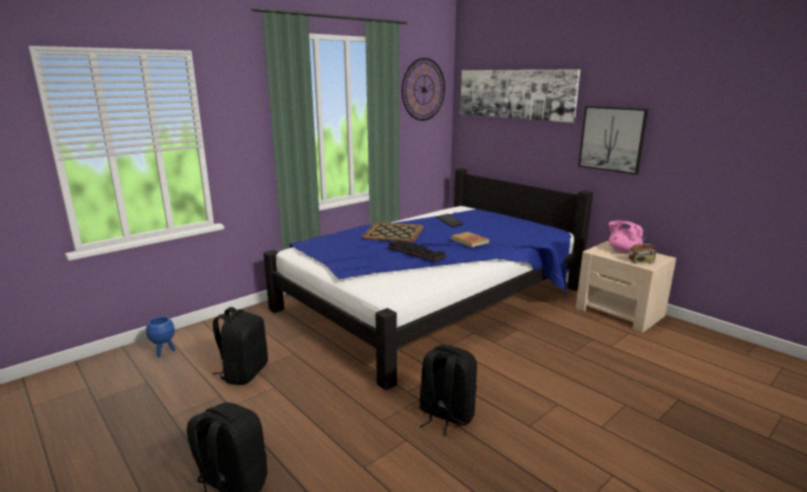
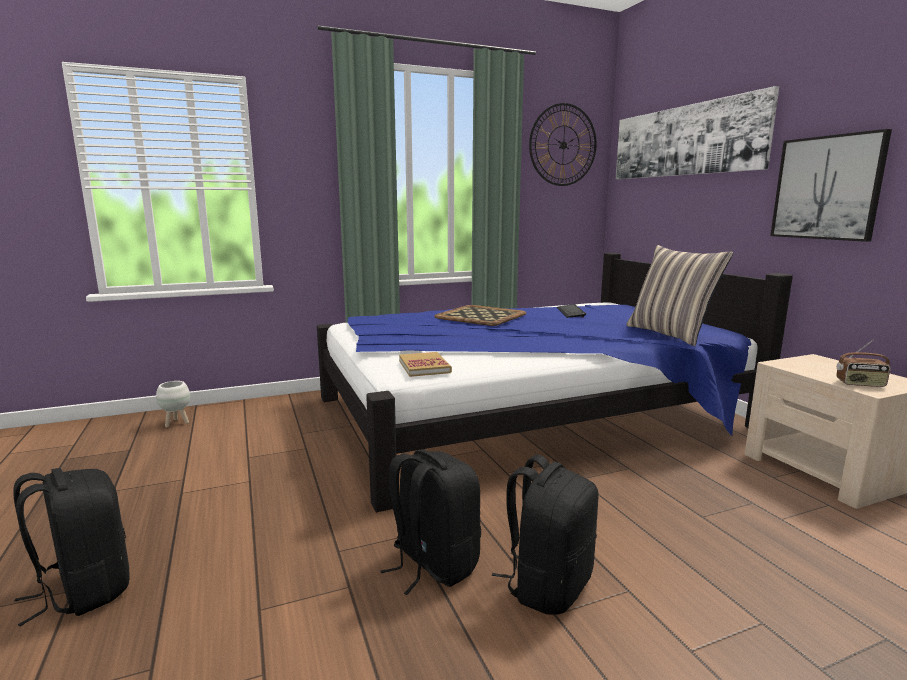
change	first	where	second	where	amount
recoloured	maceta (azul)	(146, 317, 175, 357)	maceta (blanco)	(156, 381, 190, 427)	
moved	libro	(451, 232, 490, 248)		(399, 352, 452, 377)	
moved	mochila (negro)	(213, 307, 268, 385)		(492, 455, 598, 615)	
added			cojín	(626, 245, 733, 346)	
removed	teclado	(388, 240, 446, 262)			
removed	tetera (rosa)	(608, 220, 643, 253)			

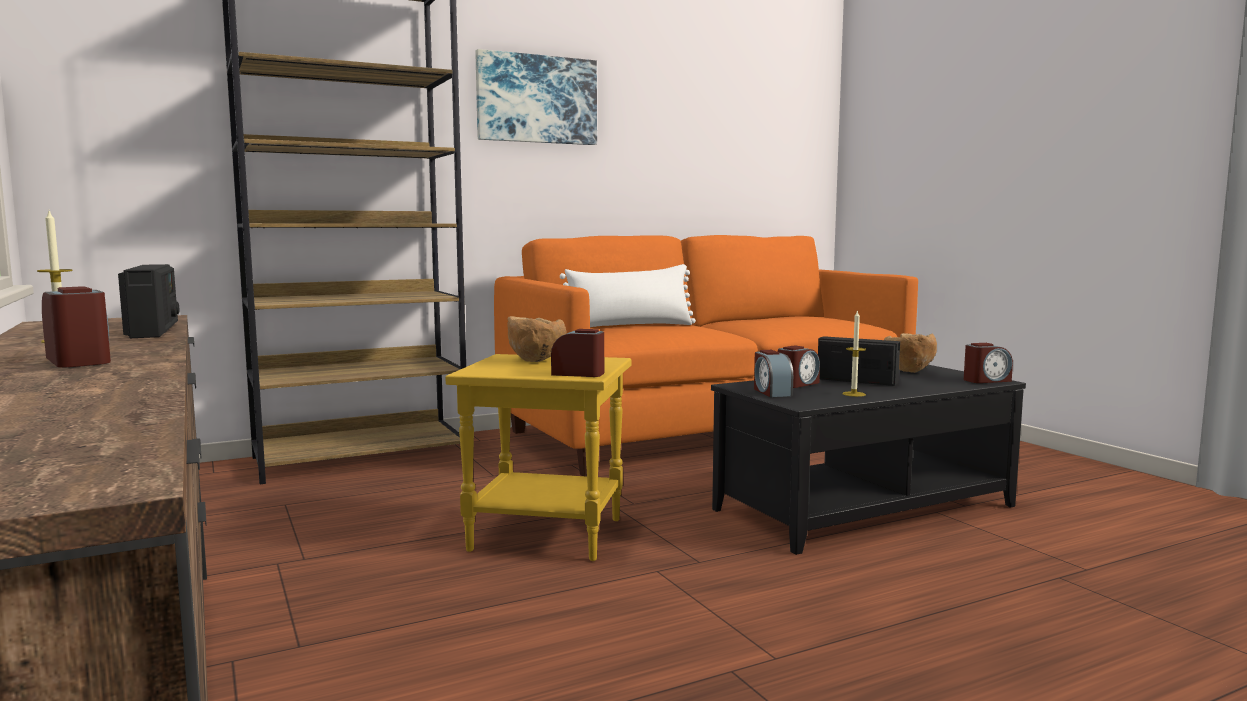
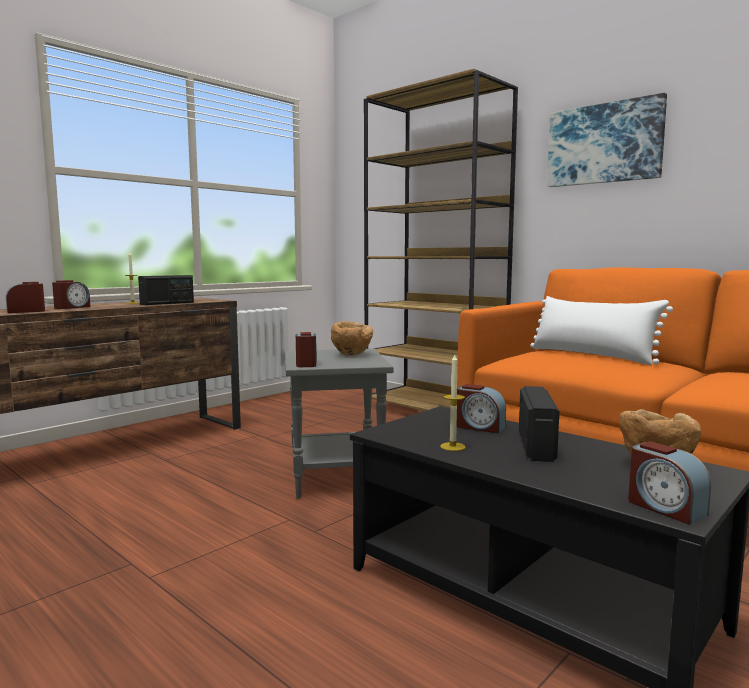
change	first	where	second	where	amount
moved	despertador	(754, 350, 793, 397)		(6, 282, 45, 313)	
recoloured	mesa auxiliar (amarillo)	(445, 354, 631, 561)	mesa auxiliar (gris)	(285, 349, 393, 498)	

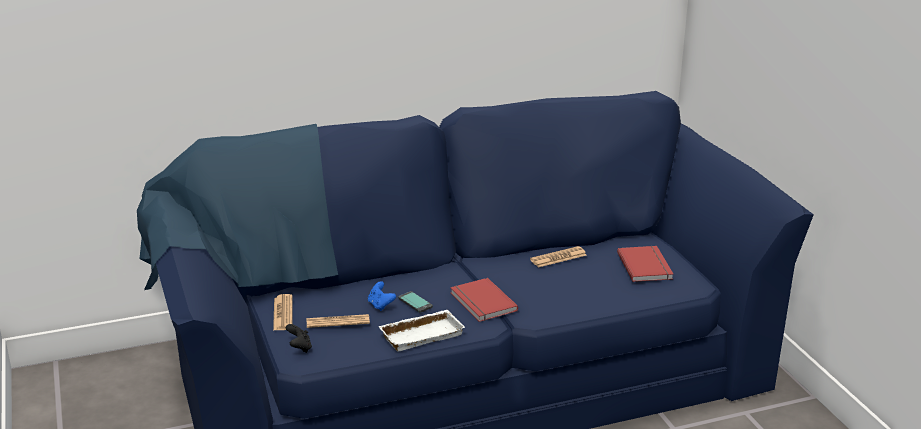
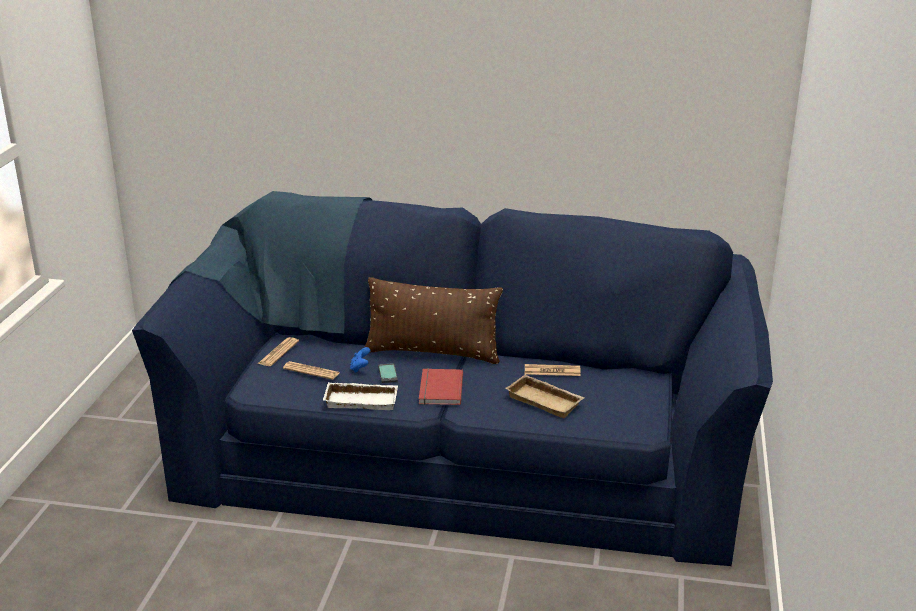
change	first	where	second	where	amount
added			cojín (marrón)	(364, 277, 503, 364)	
added			bandeja (beis)	(505, 375, 585, 418)	
removed	mando de consola (negro)	(286, 324, 312, 353)			
removed	libro (rojo)	(617, 246, 673, 282)			

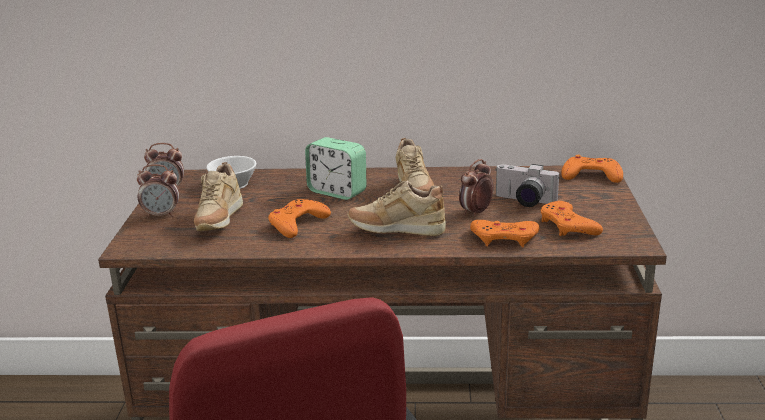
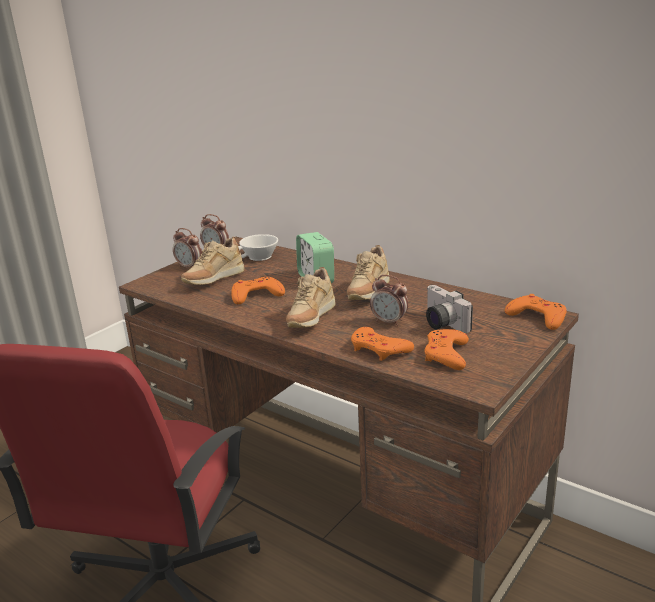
change	first	where	second	where	amount
turned	zapato (beis)	(347, 180, 446, 236)		(286, 267, 335, 328)	105 degrees counterclockwise
turned	despertador	(459, 159, 494, 217)		(370, 275, 408, 326)	135 degrees counterclockwise

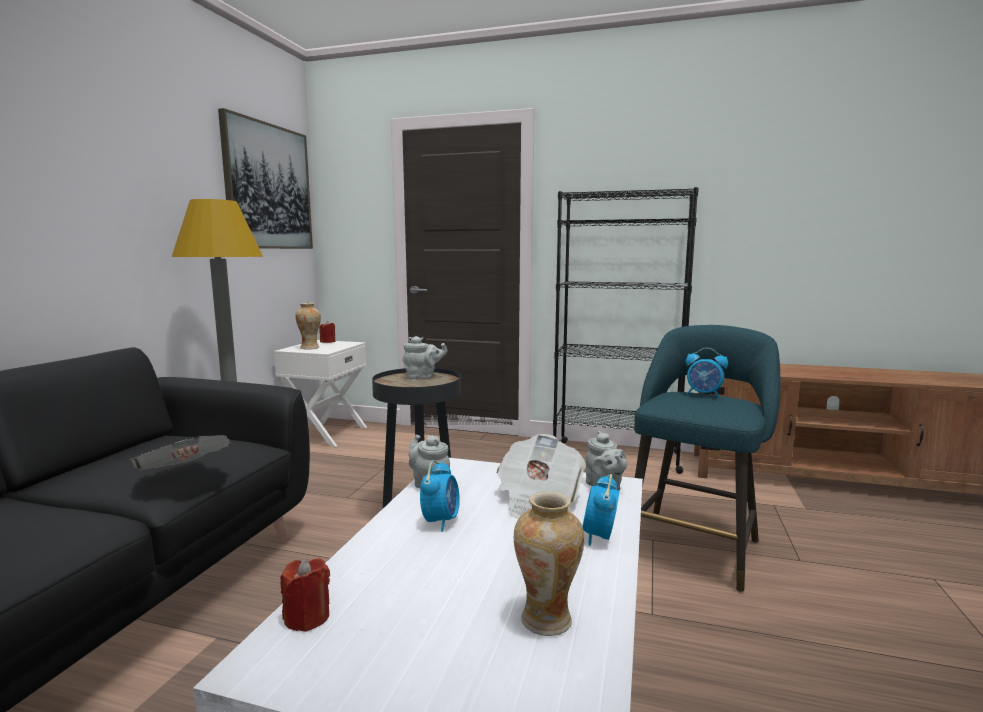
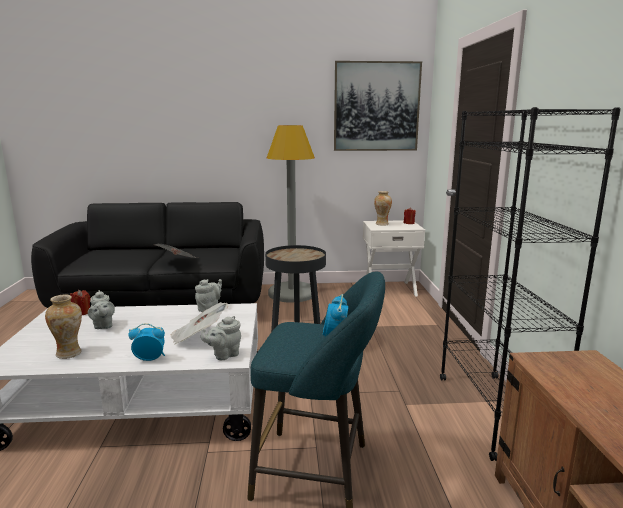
change	first	where	second	where	amount
moved	tetera (gris)	(402, 336, 447, 379)		(88, 290, 115, 329)	
removed	despertador	(420, 460, 460, 532)			

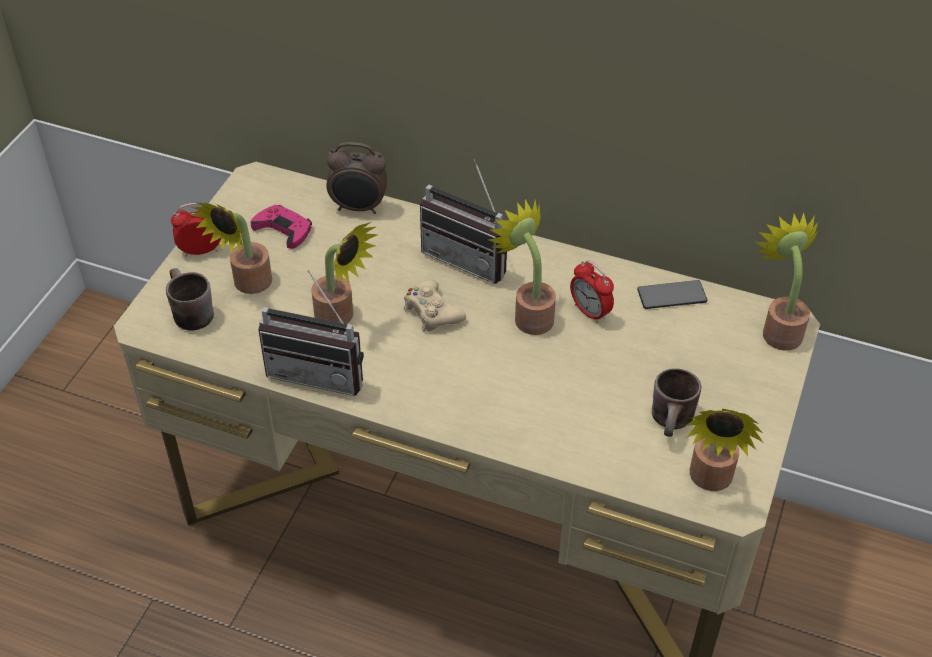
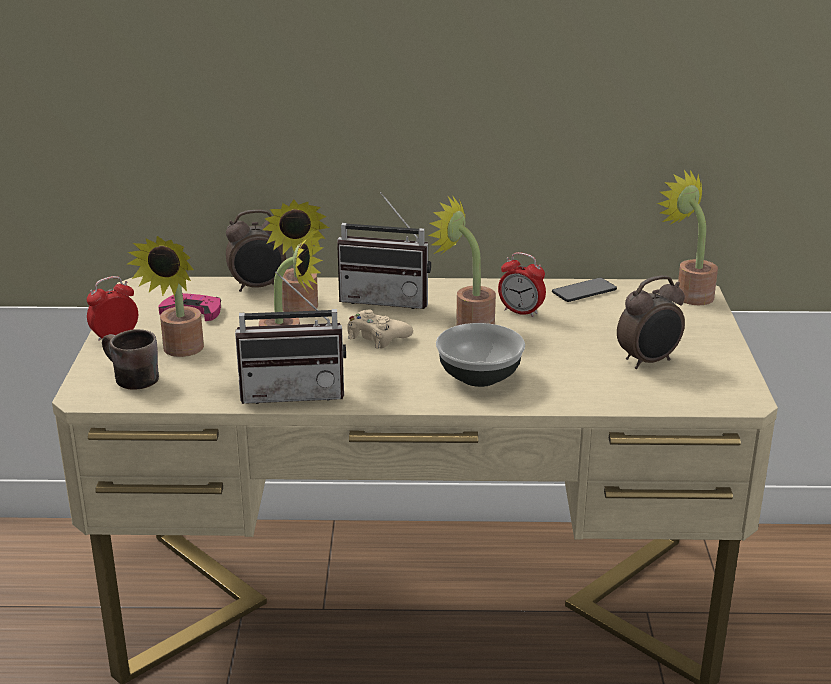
change	first	where	second	where	amount
moved	planta en maceta	(684, 409, 764, 491)		(263, 200, 329, 312)	
added			cuenco	(436, 323, 525, 387)	
replaced	taza grande (marrón)	(652, 368, 701, 437)	despertador	(617, 275, 685, 369)	

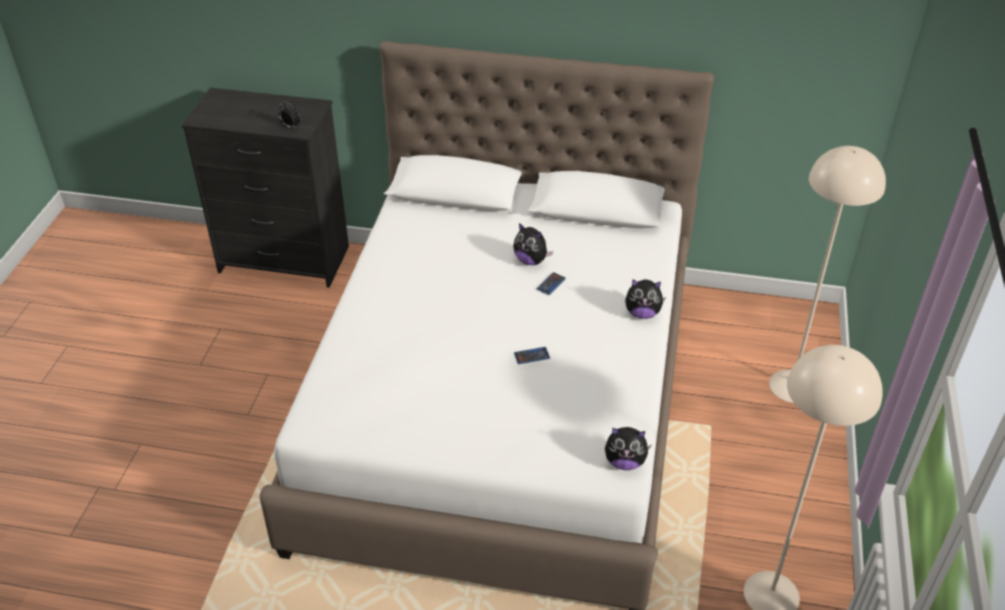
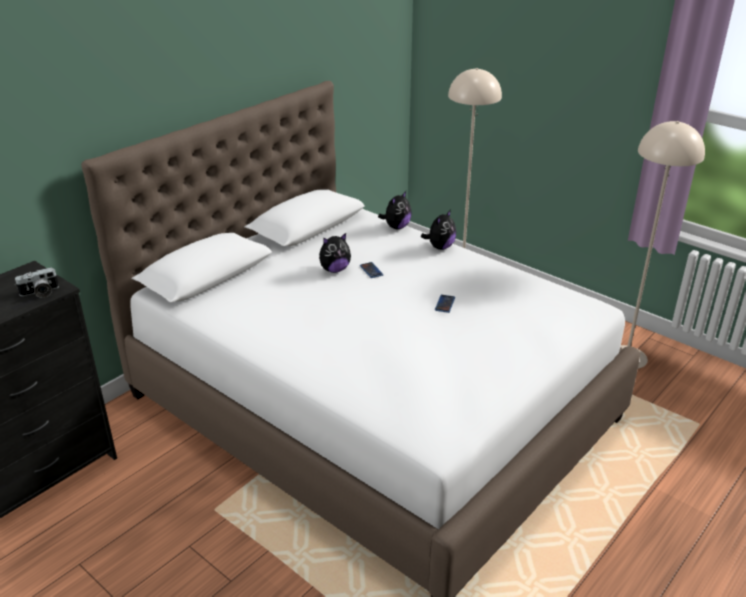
change	first	where	second	where	amount
replaced	despertador	(278, 101, 300, 128)	cámara	(15, 267, 59, 298)	
moved	peluche	(605, 427, 652, 470)		(378, 191, 412, 229)	

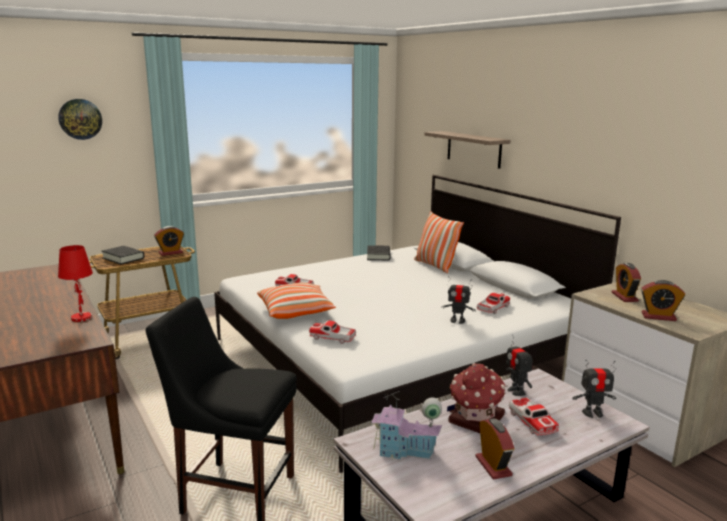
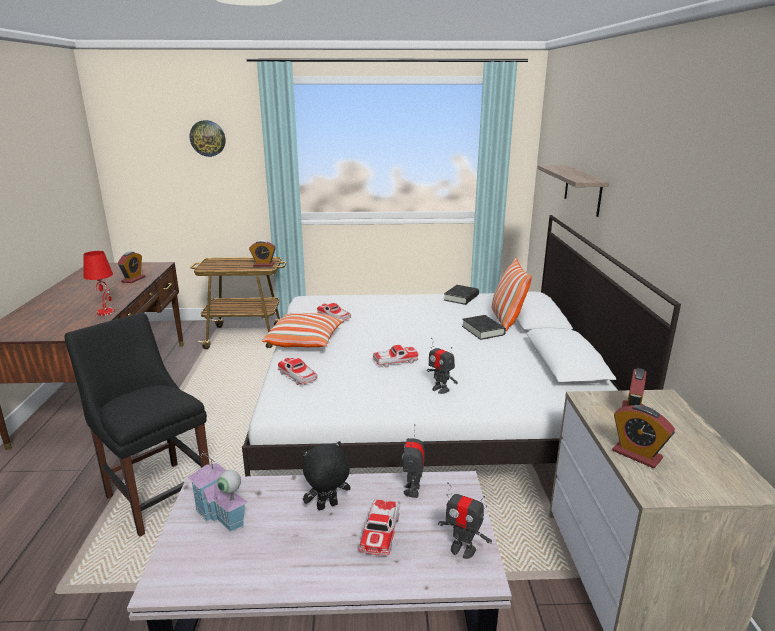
change	first	where	second	where	amount
moved	despertador	(476, 418, 514, 480)		(118, 252, 145, 283)	
replaced	casita	(447, 363, 505, 433)	peluche (negro)	(302, 441, 351, 510)	
moved	coche de juguete	(477, 293, 510, 314)		(373, 345, 418, 368)	
moved	libro (negro)	(102, 246, 144, 264)		(462, 315, 506, 340)	

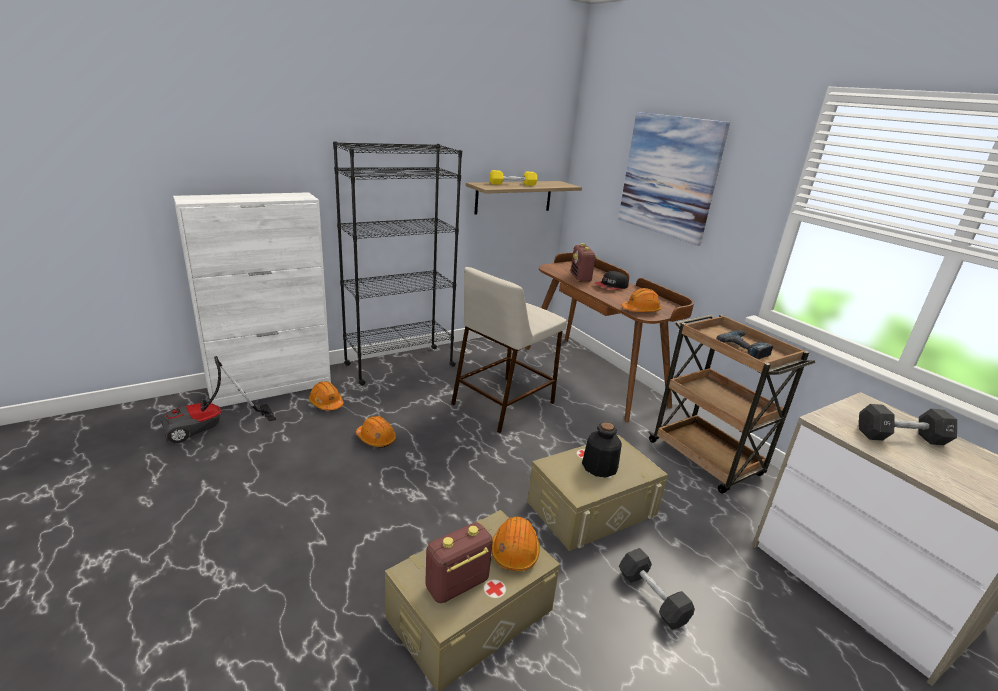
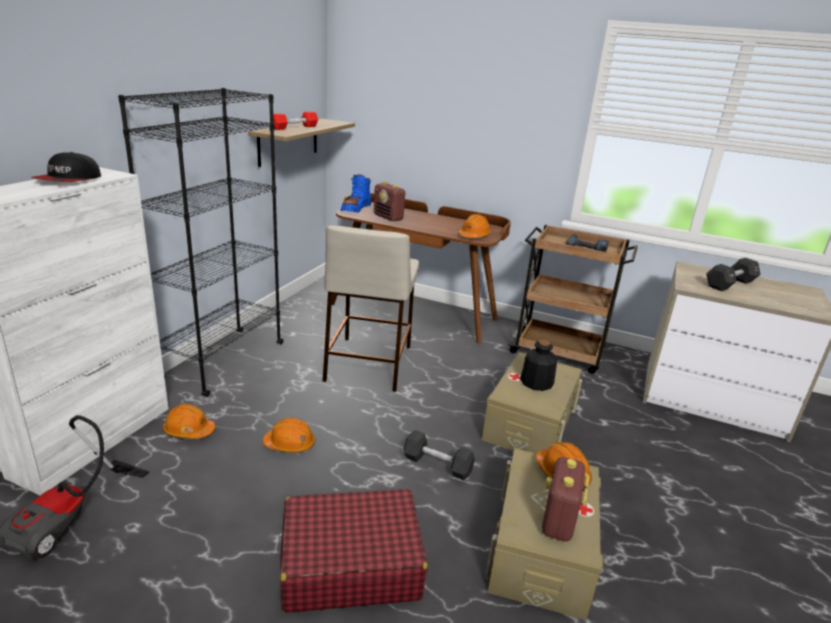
change	first	where	second	where	amount
moved	gorra	(594, 271, 629, 290)		(31, 152, 101, 182)	
recoloured	mancuerna (amarillo)	(489, 170, 537, 186)	mancuerna (rojo)	(273, 111, 318, 130)	
added			maleta (rojo)	(280, 489, 428, 613)	
added			bota (azul)	(341, 174, 371, 212)	
moved	mancuerna (negro)	(619, 548, 695, 630)		(403, 430, 475, 480)	
removed	cuadro	(618, 112, 730, 246)			

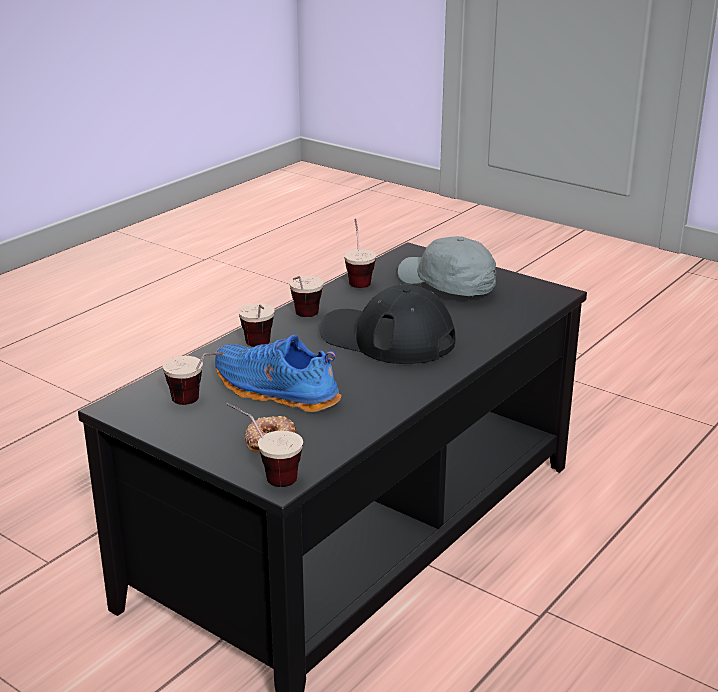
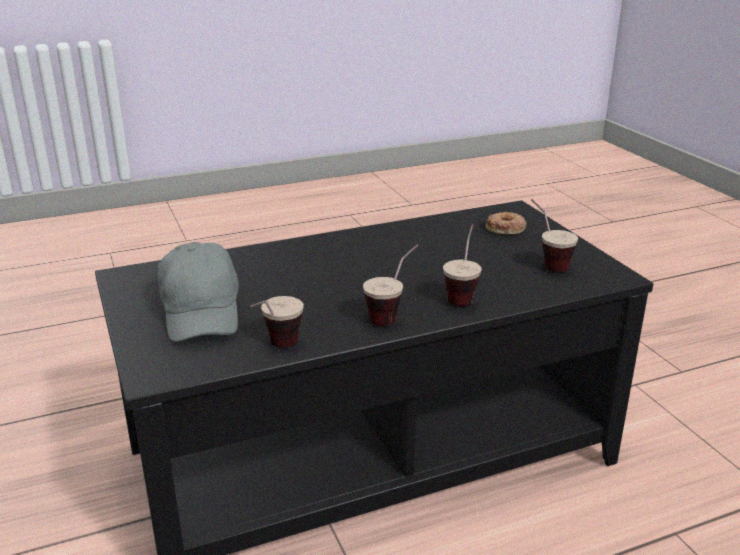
change	first	where	second	where	amount
removed	zapato (azul)	(215, 335, 341, 412)			
removed	taza	(226, 402, 303, 487)			
removed	gorra (negro)	(320, 284, 455, 364)			

